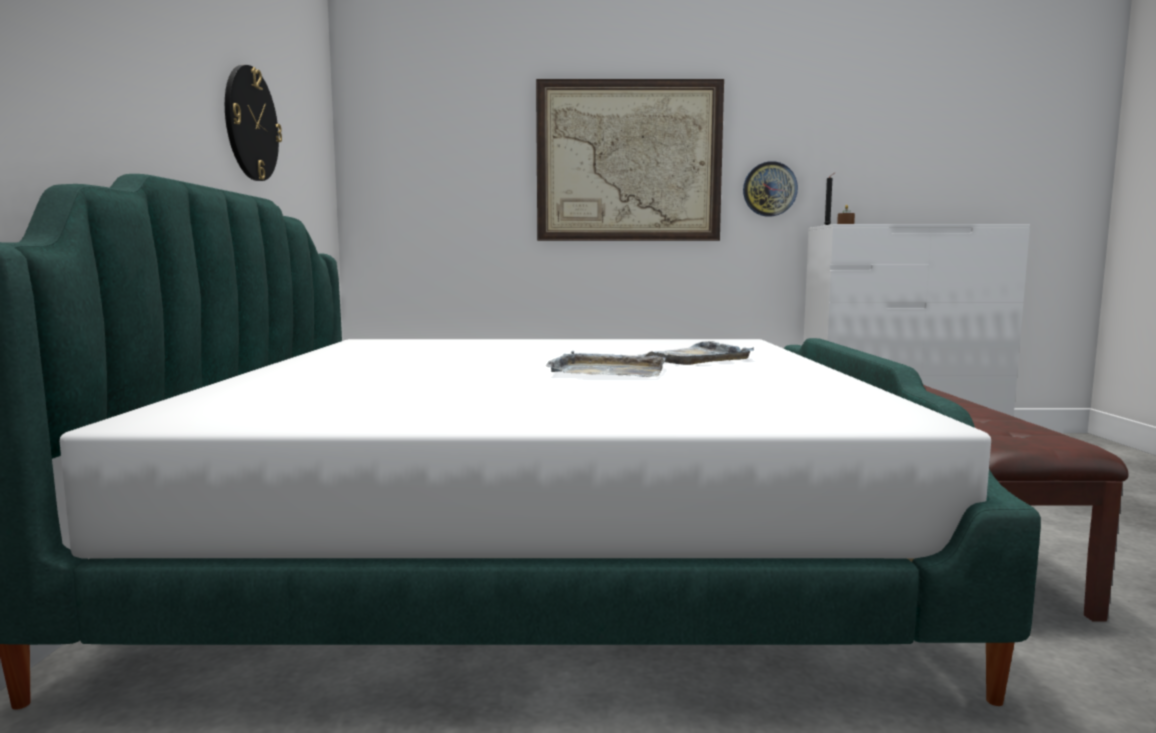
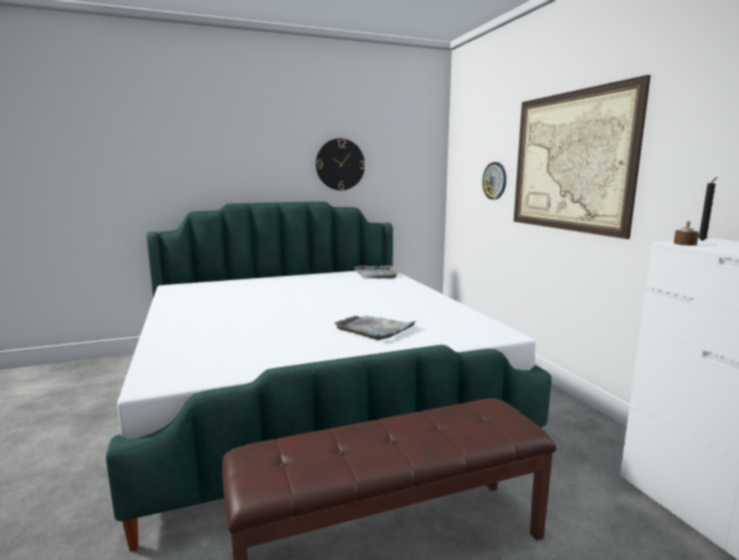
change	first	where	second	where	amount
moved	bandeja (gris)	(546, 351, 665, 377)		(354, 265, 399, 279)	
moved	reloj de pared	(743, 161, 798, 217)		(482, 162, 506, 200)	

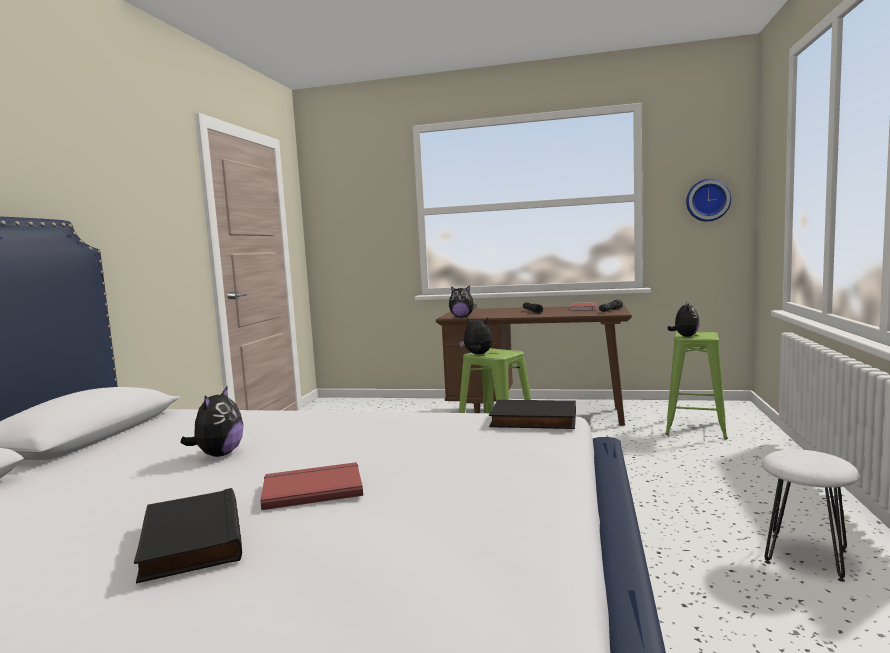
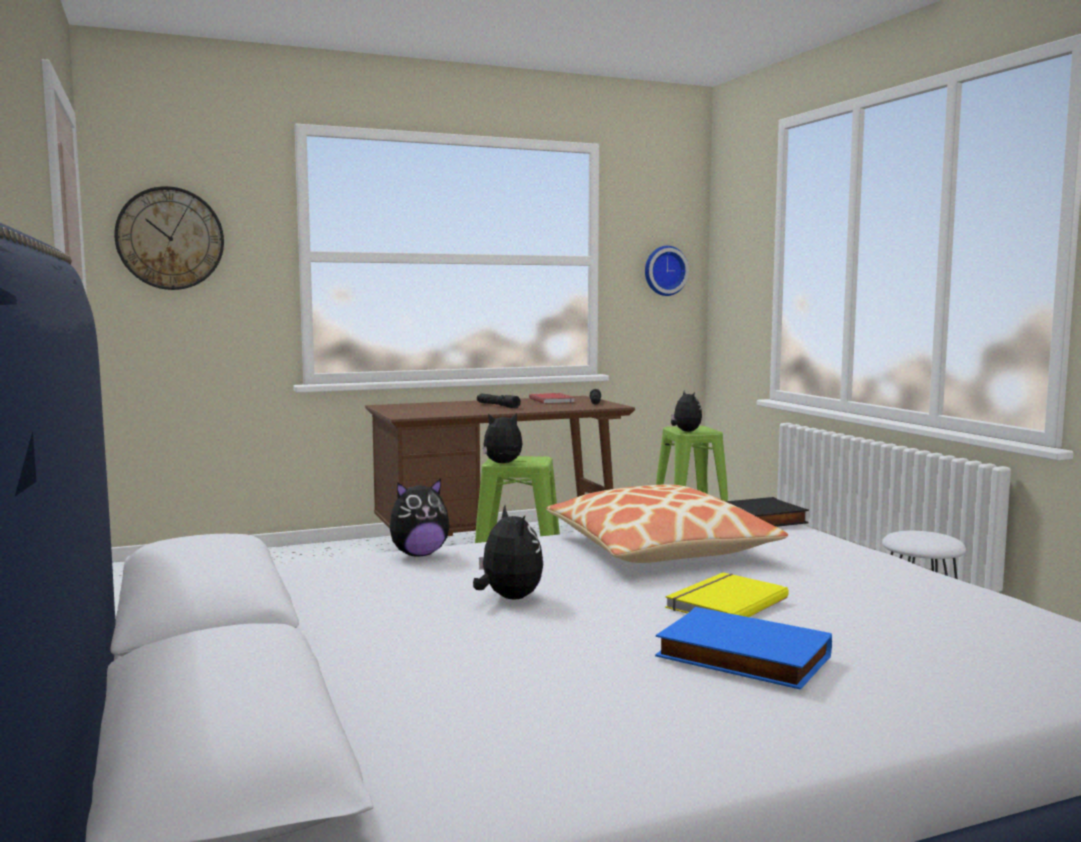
change	first	where	second	where	amount
added			reloj de pared	(114, 186, 224, 290)	
moved	peluche	(449, 285, 477, 317)		(389, 478, 450, 556)	
added			cojín	(547, 485, 788, 563)	
recoloured	libro (negro)	(134, 488, 242, 584)	libro (azul)	(655, 607, 832, 690)	
recoloured	libro (rojo)	(260, 462, 363, 510)	libro (amarillo)	(665, 573, 789, 617)	

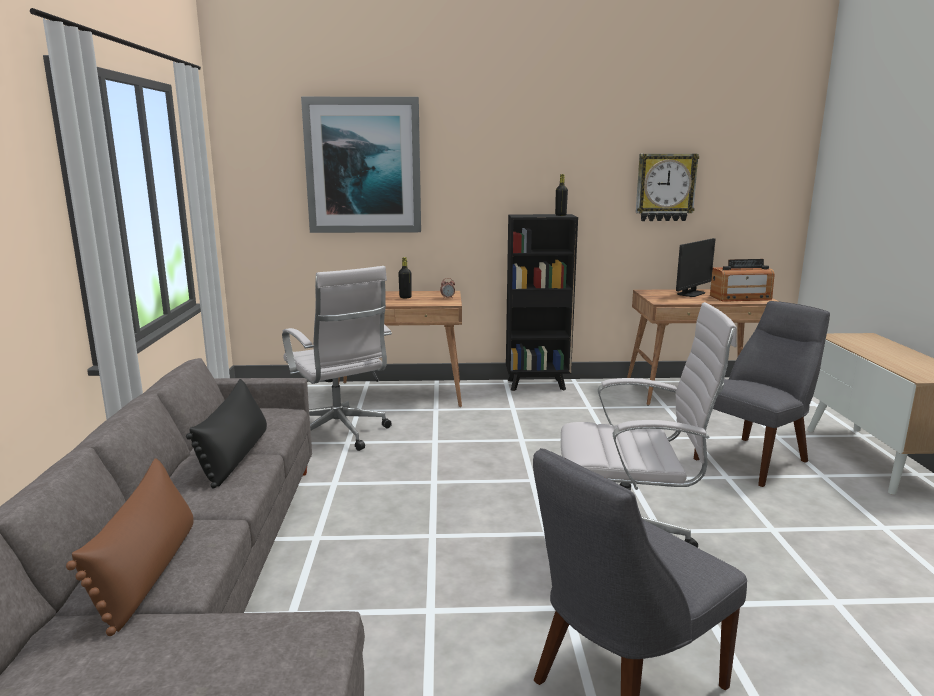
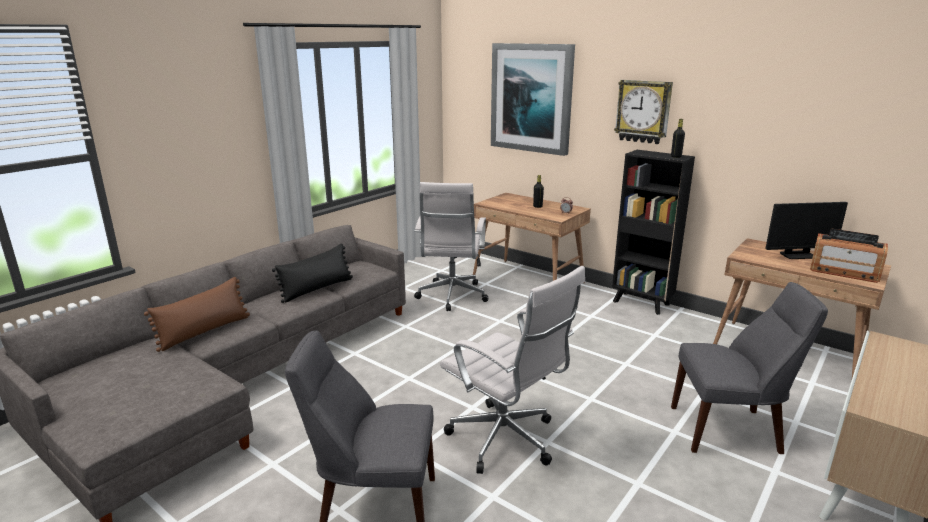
change	first	where	second	where	amount
moved	reloj de pared	(636, 154, 699, 221)		(614, 80, 673, 144)	

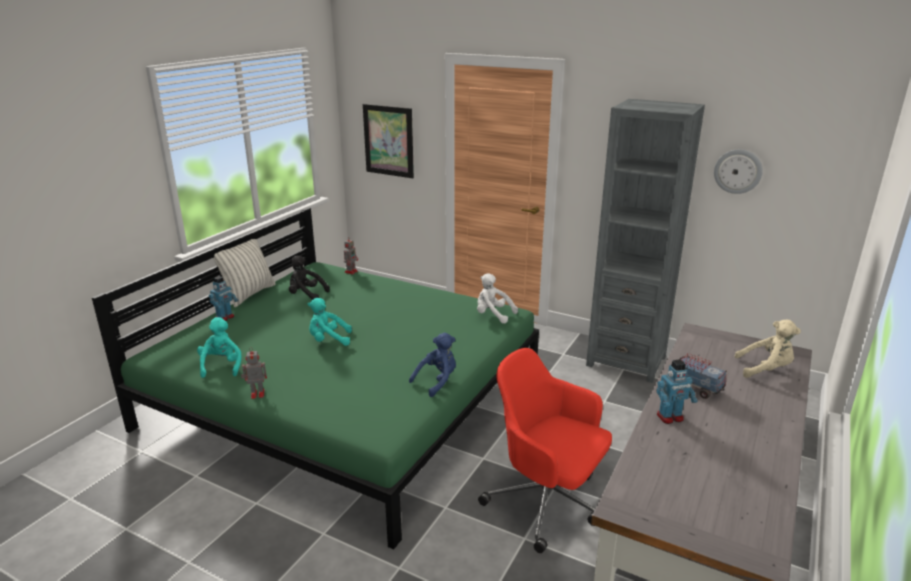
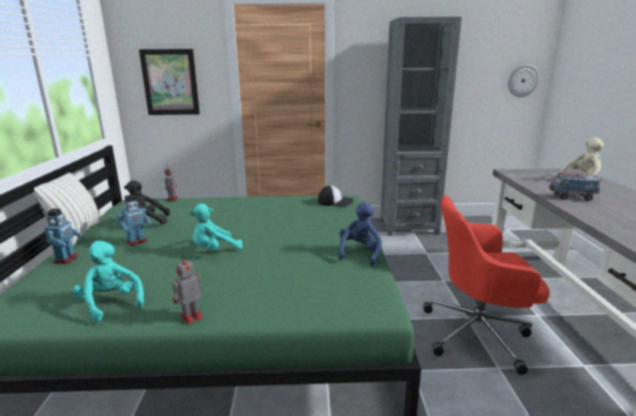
change	first	where	second	where	amount
moved	robot de juguete	(656, 359, 698, 424)		(117, 195, 152, 246)	
replaced	peluche (blanco)	(477, 273, 518, 323)	gorra	(318, 185, 354, 206)	
moved	reloj de pared	(714, 149, 763, 194)		(508, 64, 540, 97)	

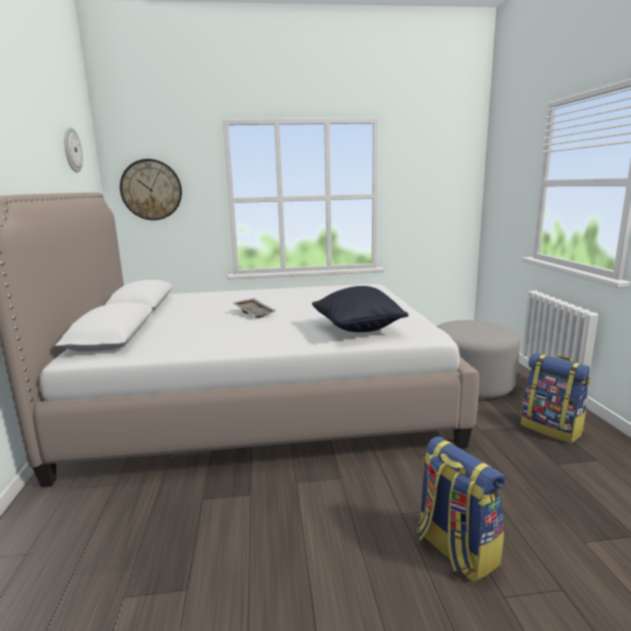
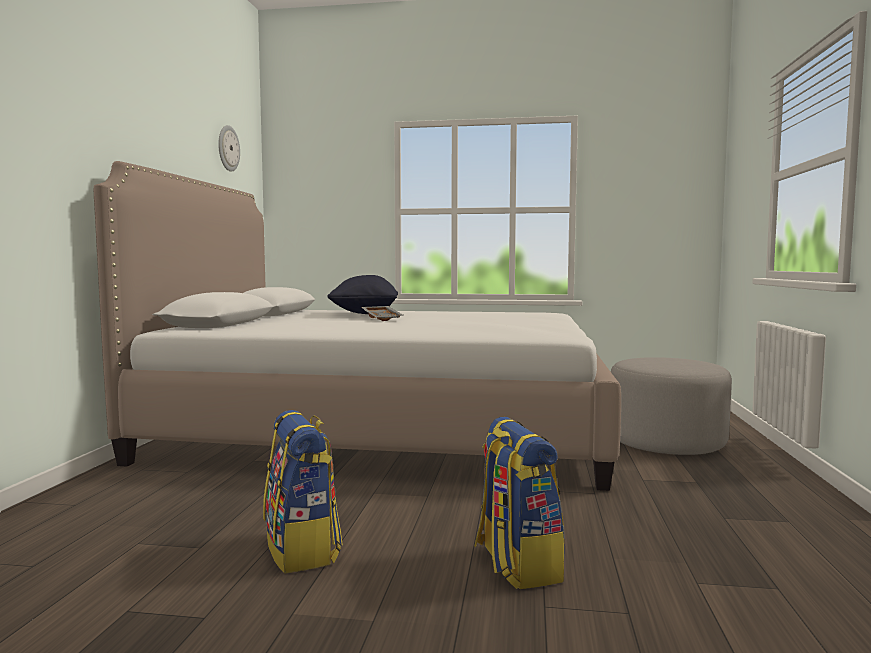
change	first	where	second	where	amount
moved	mochila	(521, 353, 591, 444)		(263, 410, 343, 573)	
moved	cojín (negro)	(312, 286, 409, 332)		(327, 275, 398, 314)	
removed	reloj de pared	(120, 159, 182, 220)			

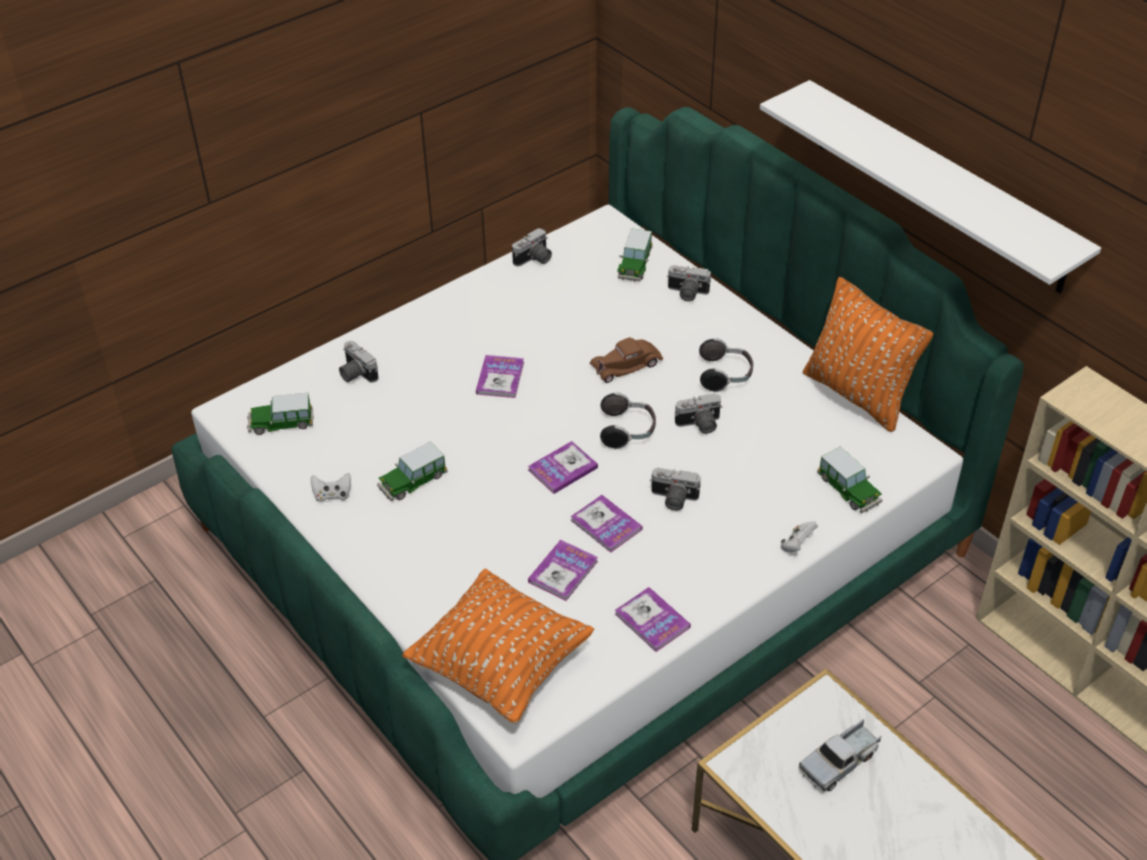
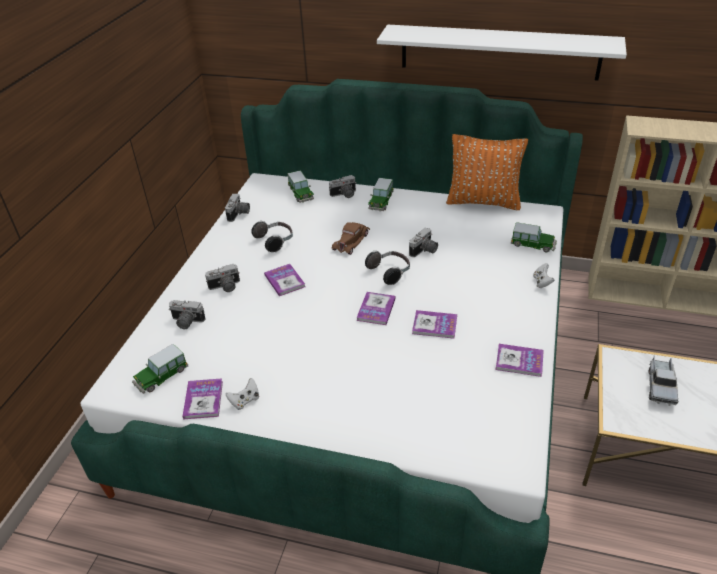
change	first	where	second	where	amount
moved	libro	(528, 540, 598, 601)		(182, 378, 223, 419)	
moved	cámara	(650, 468, 701, 511)		(205, 264, 240, 292)	
moved	auriculares	(699, 338, 753, 392)		(252, 221, 293, 252)	
moved	coche de juguete	(377, 441, 448, 501)		(368, 178, 394, 211)	
removed	cojín (naranja)	(402, 569, 594, 724)			

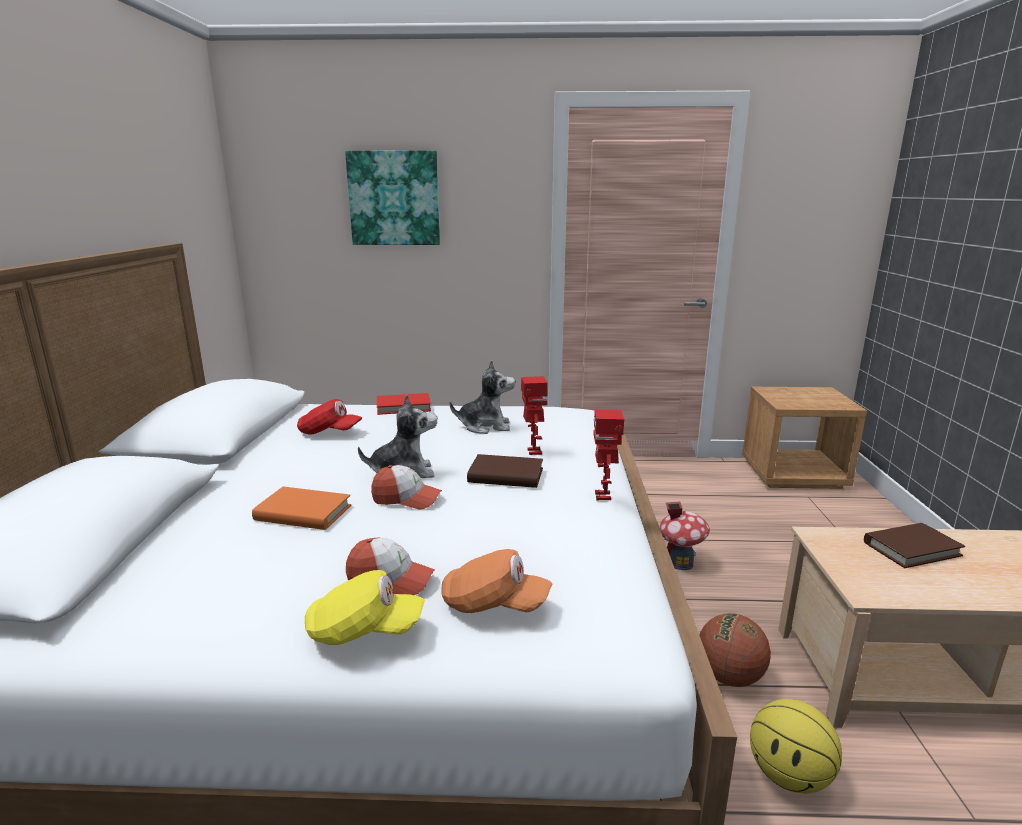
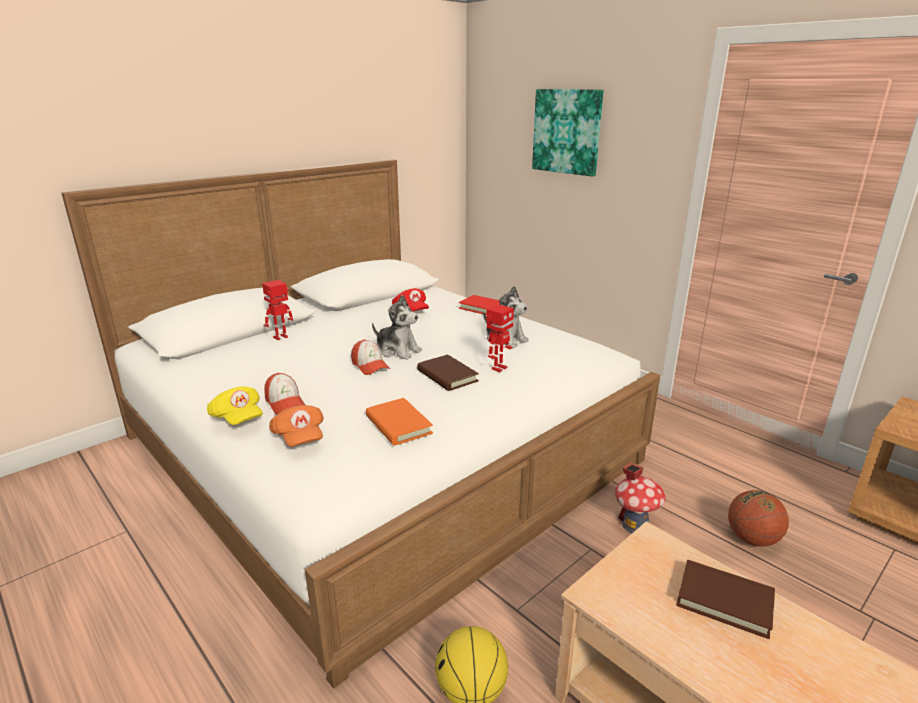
change	first	where	second	where	amount
moved	robot de juguete	(594, 410, 624, 500)		(262, 280, 293, 340)	
moved	libro (naranja)	(252, 487, 351, 530)		(366, 398, 433, 446)	
moved	balón de baloncesto	(700, 613, 771, 687)		(728, 490, 789, 547)	

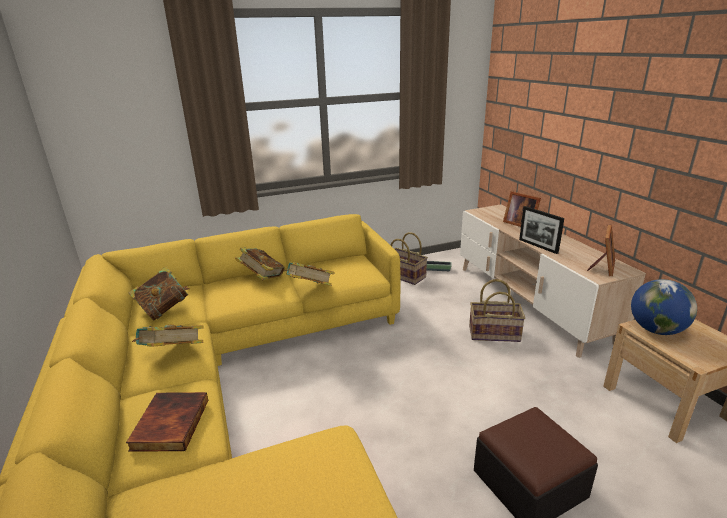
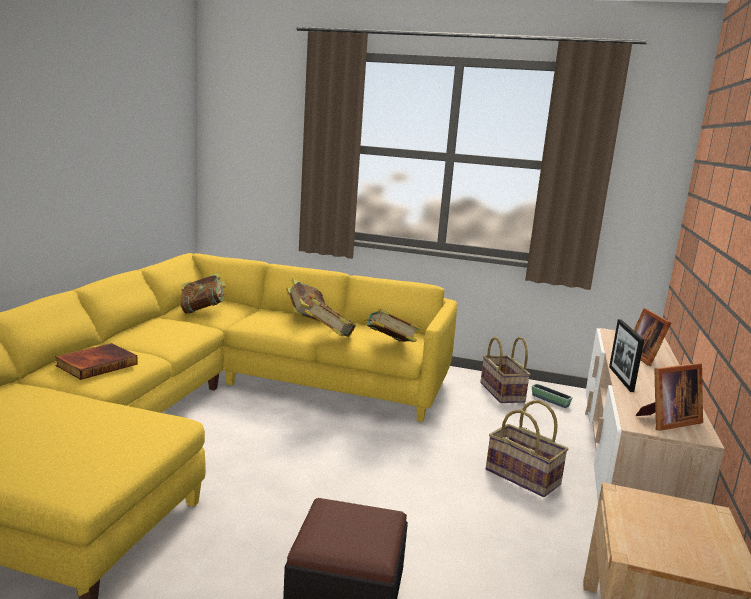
change	first	where	second	where	amount
moved	libro	(132, 324, 203, 347)		(364, 309, 421, 342)	
removed	globo terráqueo	(631, 279, 697, 335)			

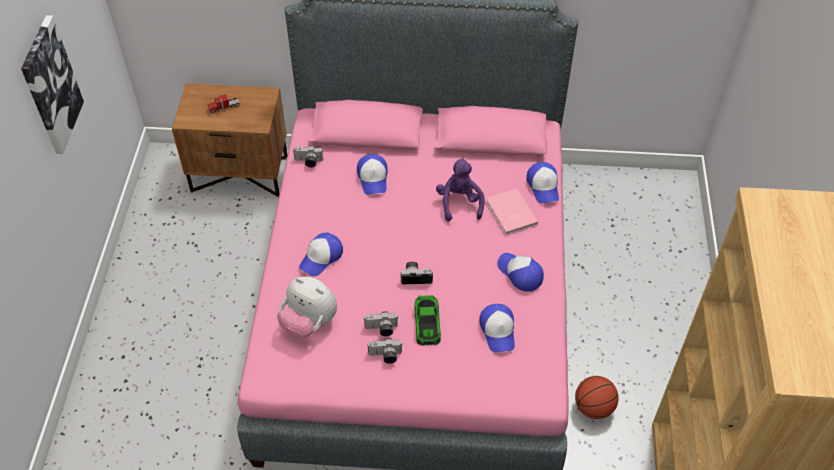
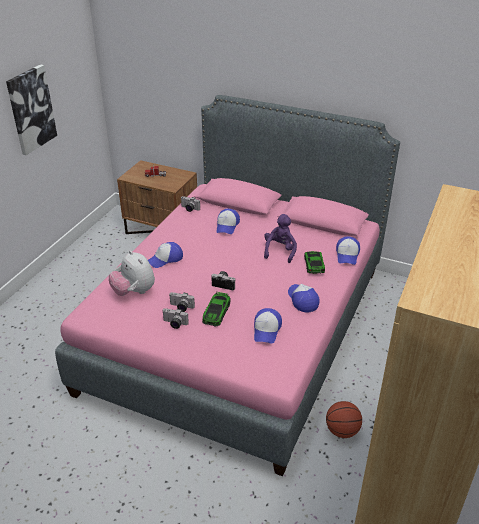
change	first	where	second	where	amount
replaced	libro (rosa)	(486, 188, 538, 235)	coche de juguete	(304, 251, 325, 274)	

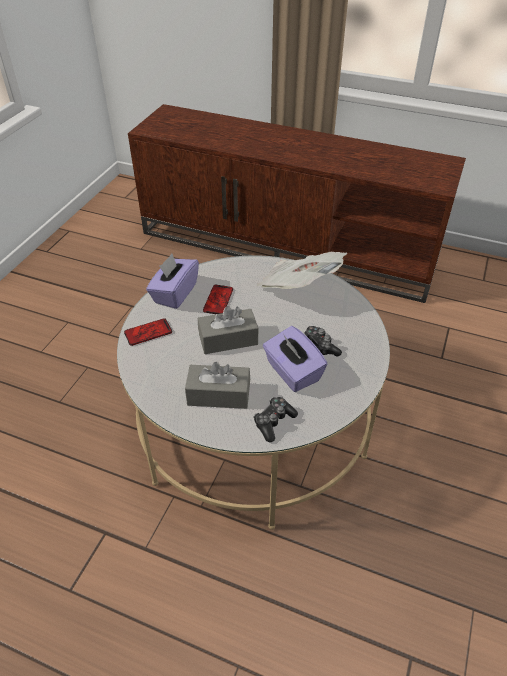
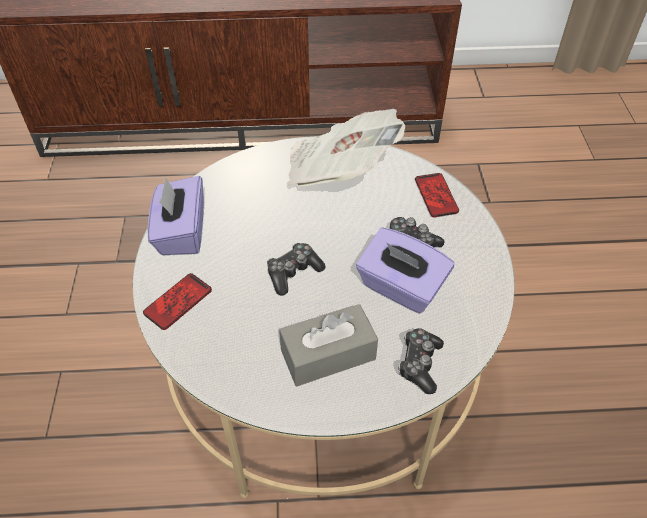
change	first	where	second	where	amount
replaced	caja de pañuelos (gris)	(198, 306, 258, 354)	mando de consola	(267, 243, 325, 296)	
moved	móvil	(203, 285, 233, 314)		(415, 173, 459, 217)	

